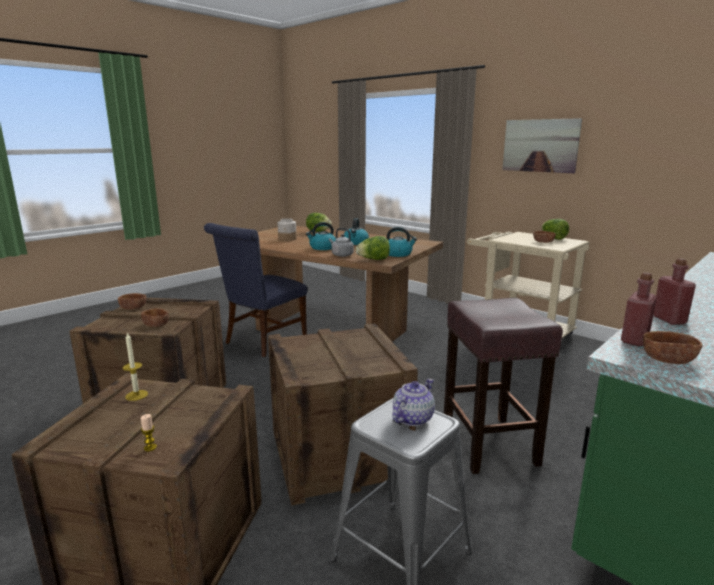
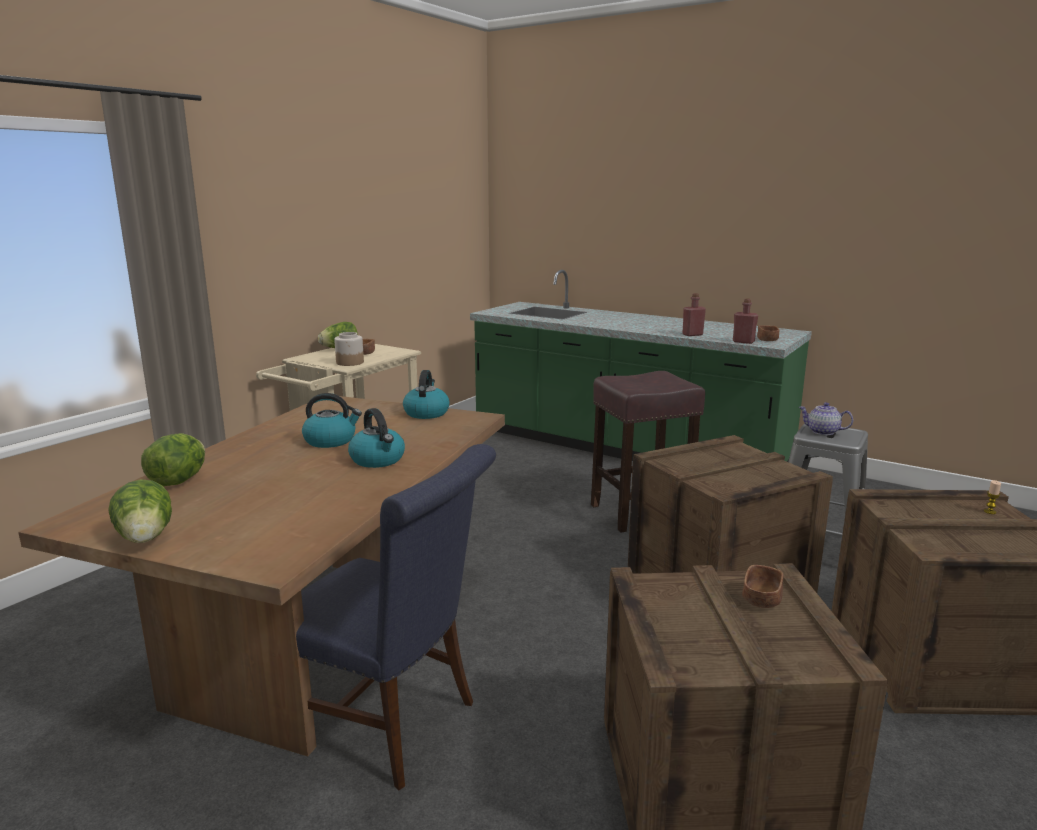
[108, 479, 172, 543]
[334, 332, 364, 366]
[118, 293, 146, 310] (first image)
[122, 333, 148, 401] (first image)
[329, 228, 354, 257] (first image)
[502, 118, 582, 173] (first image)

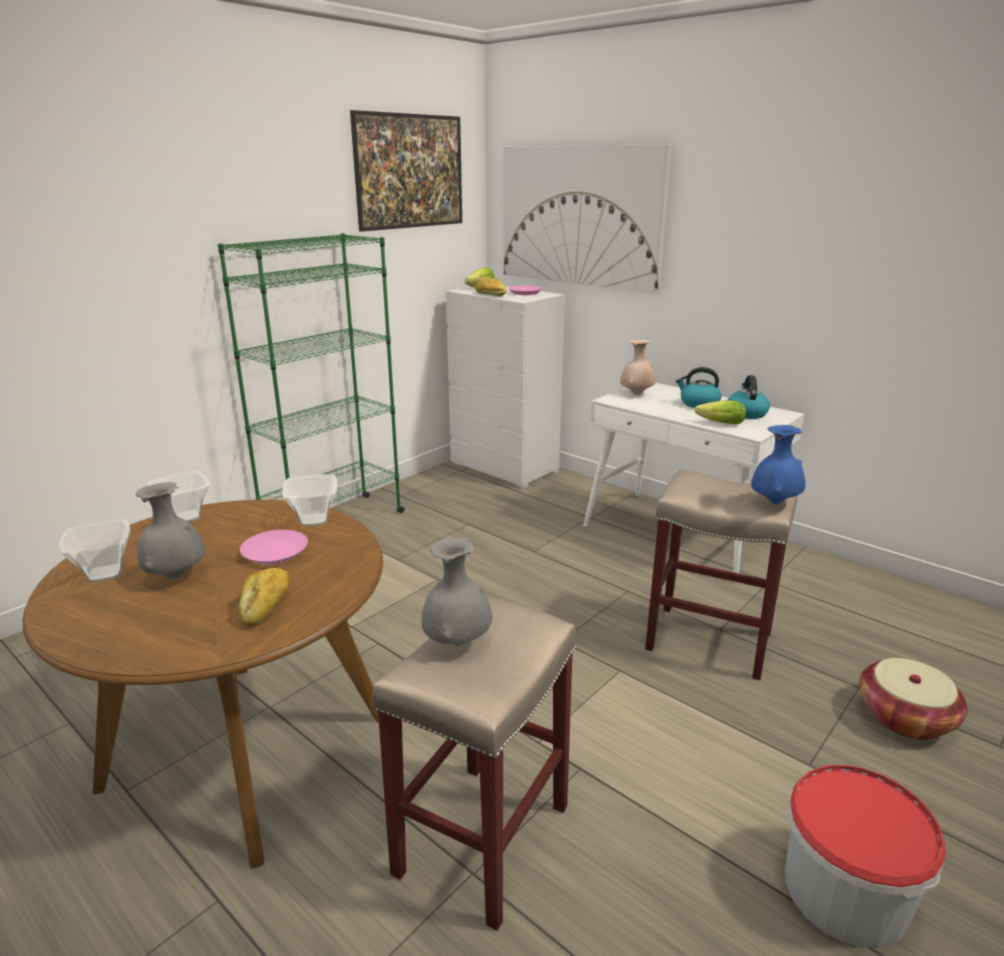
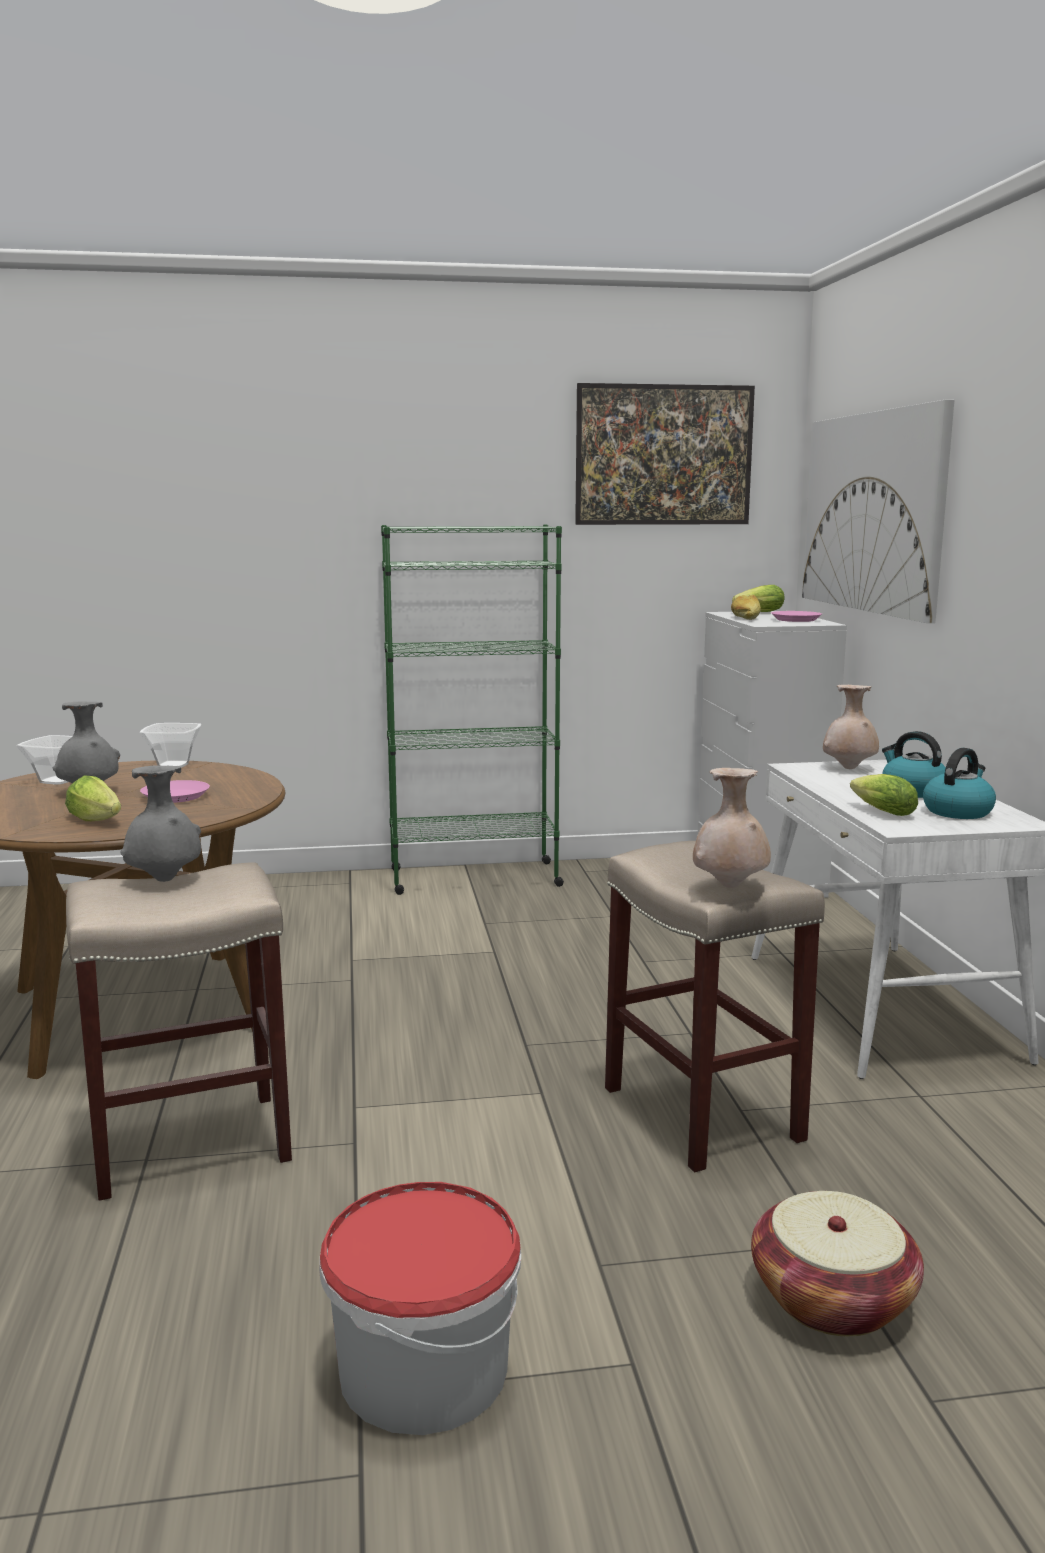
[65, 775, 121, 821]
[693, 768, 771, 888]
[282, 474, 337, 527] (first image)

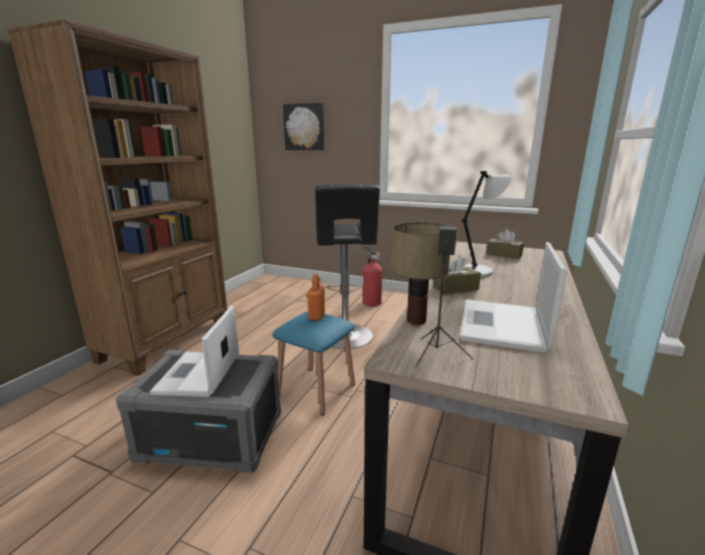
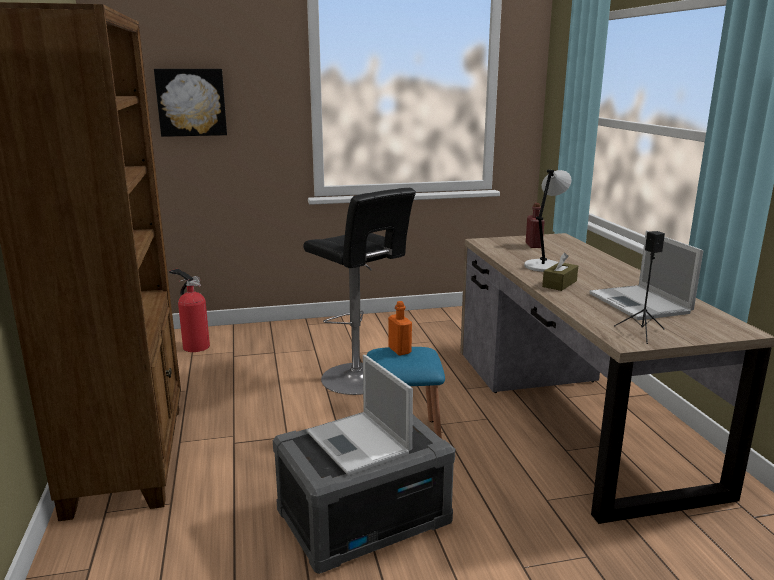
[169, 269, 210, 352]
[526, 203, 545, 248]
[391, 222, 450, 325] (first image)

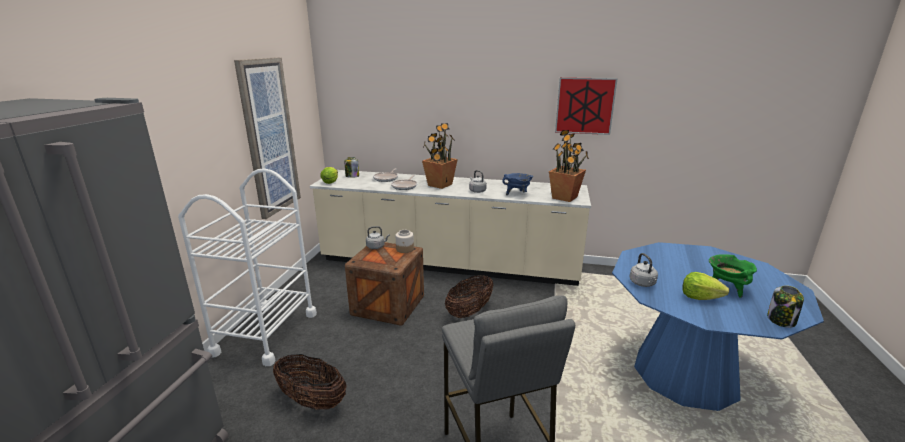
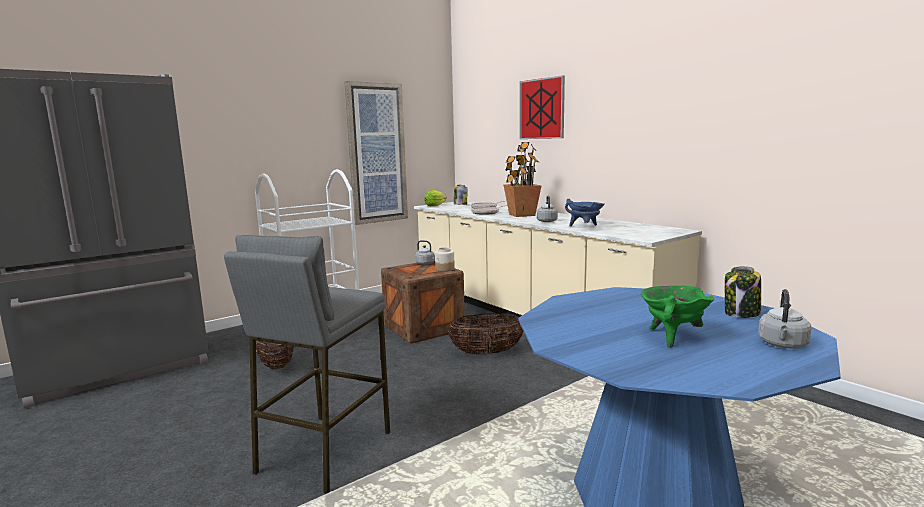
[519, 75, 565, 139]
[725, 266, 761, 318]
[758, 289, 812, 348]
[549, 130, 589, 202] (first image)
[682, 272, 729, 300] (first image)

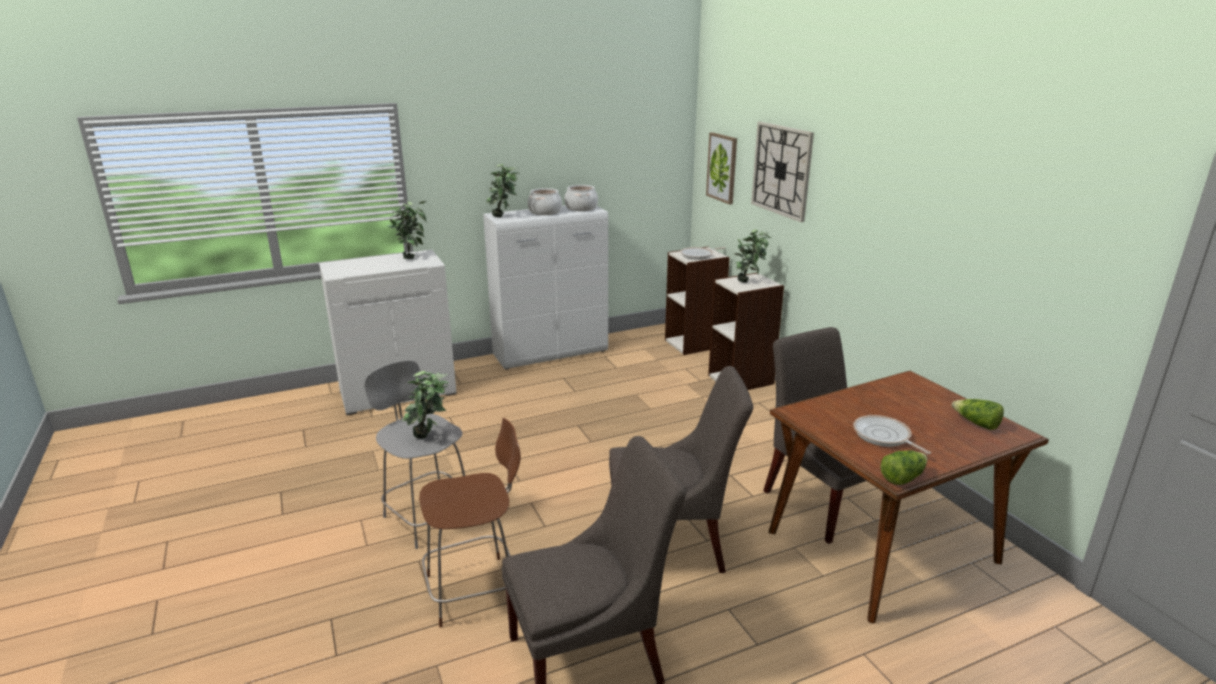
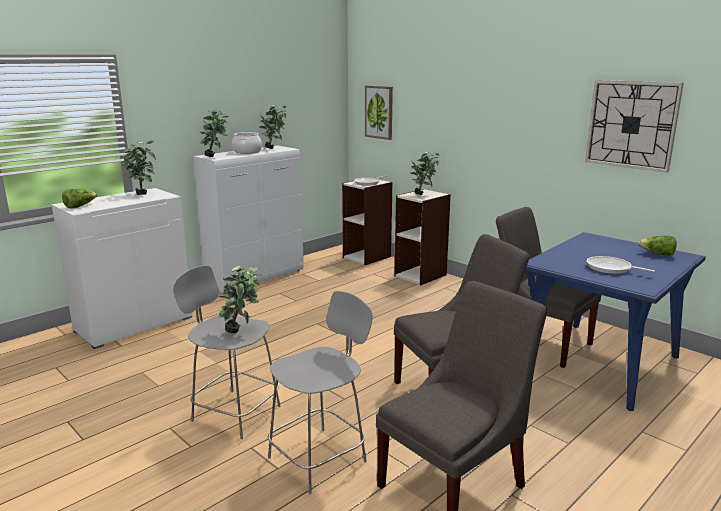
[62, 189, 97, 209]
[259, 104, 287, 149]
[268, 291, 373, 494]
[525, 232, 706, 411]
[585, 80, 684, 173]

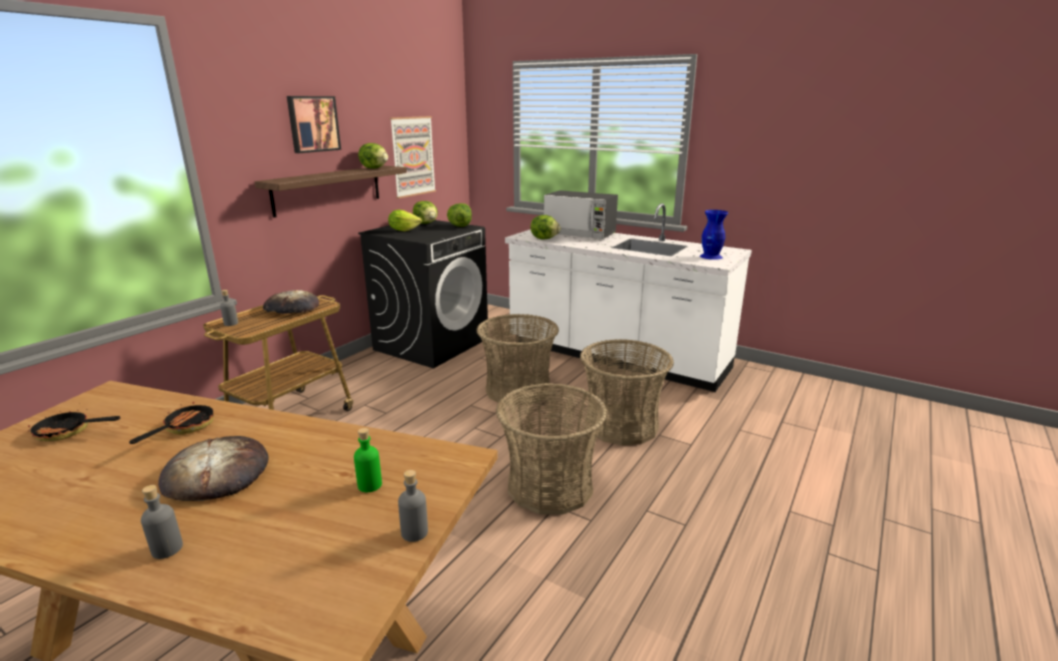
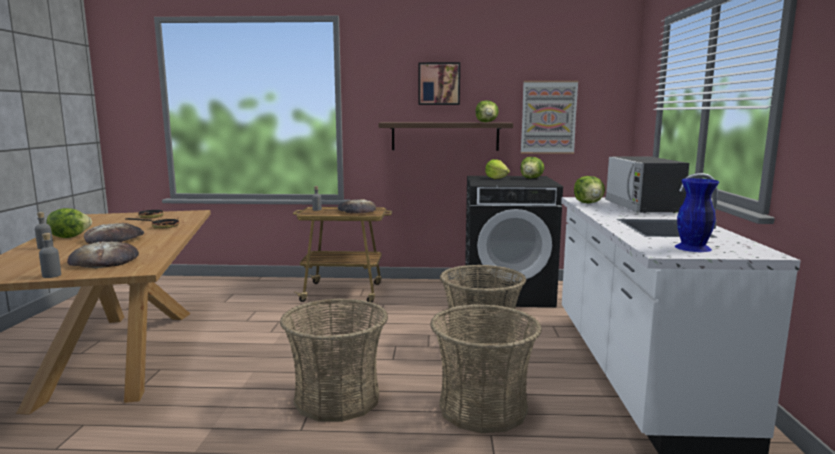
[47, 208, 92, 238]
[67, 241, 139, 268]

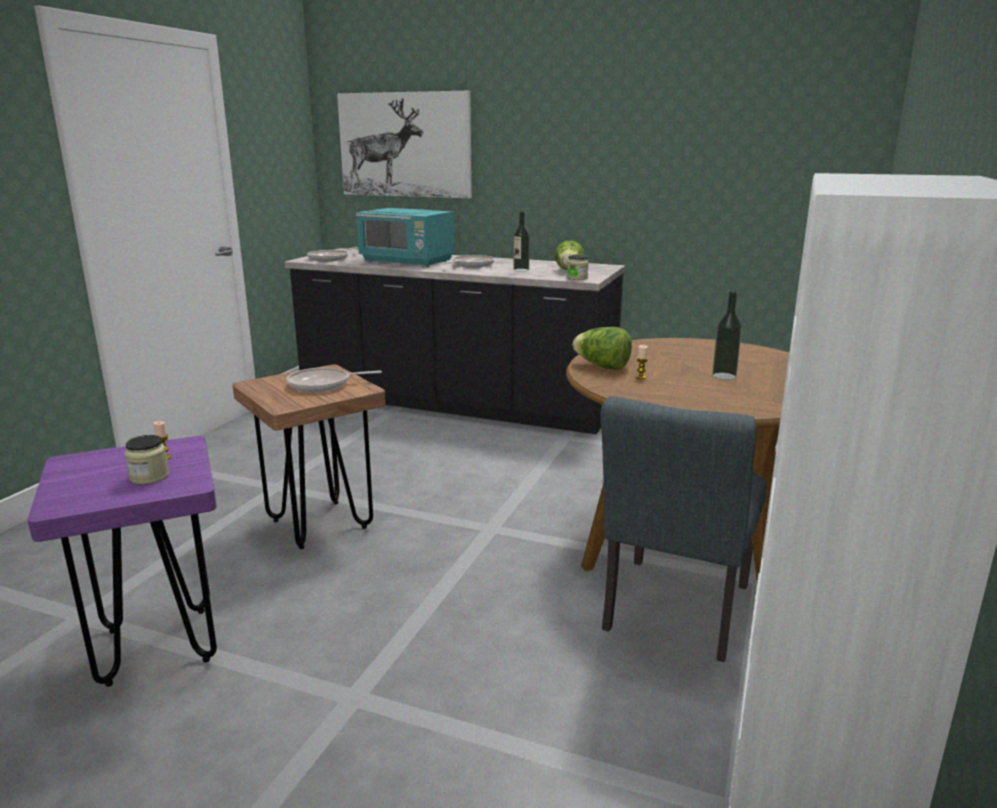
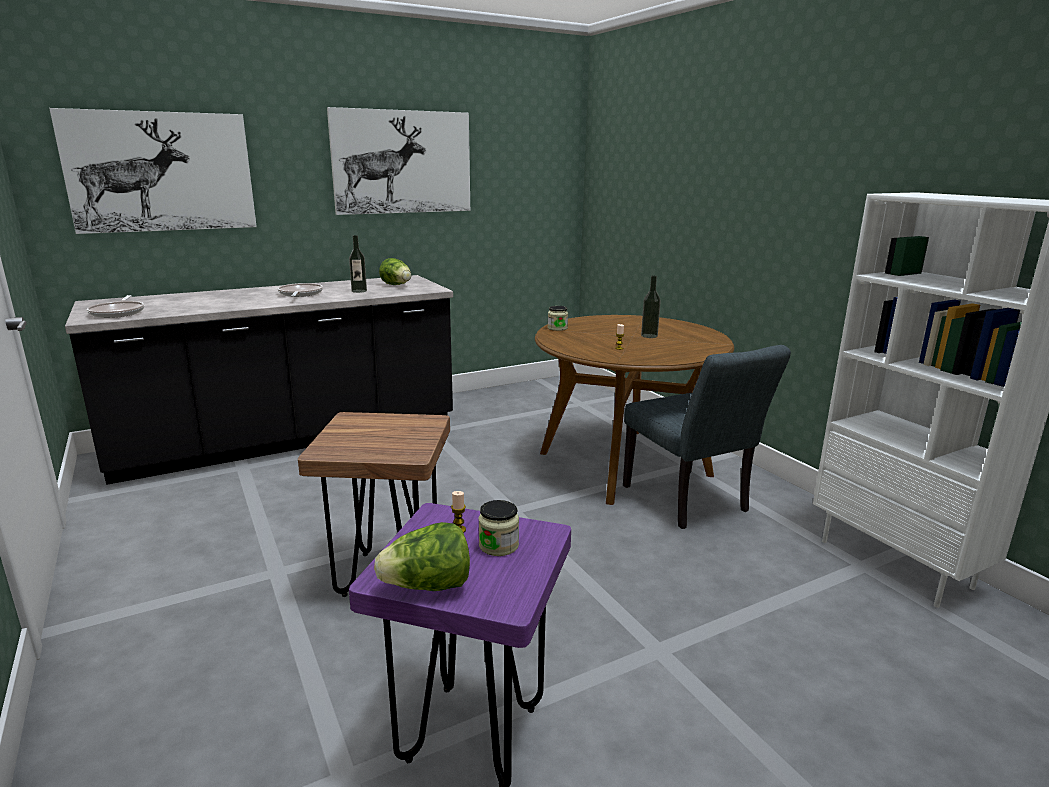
[327, 107, 470, 215]
[374, 522, 470, 591]
[548, 306, 568, 331]
[287, 367, 382, 392] (first image)
[355, 208, 454, 267] (first image)

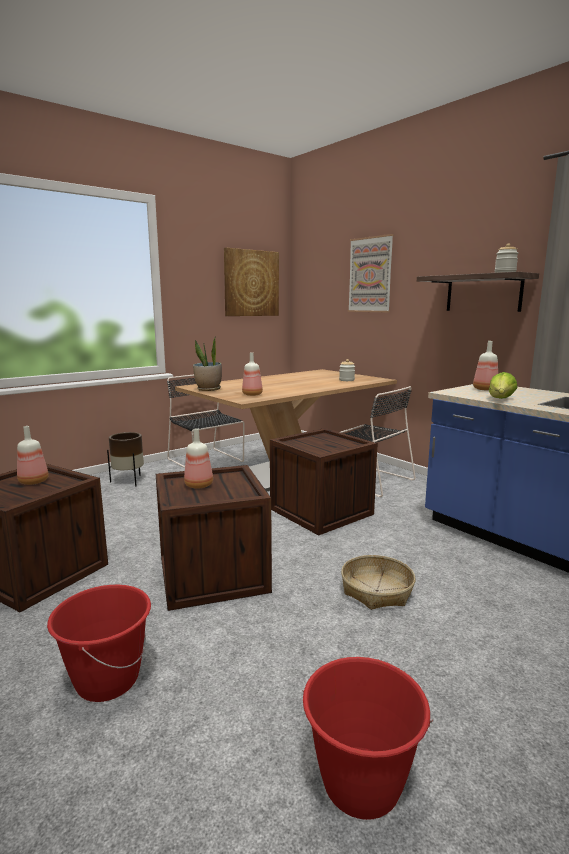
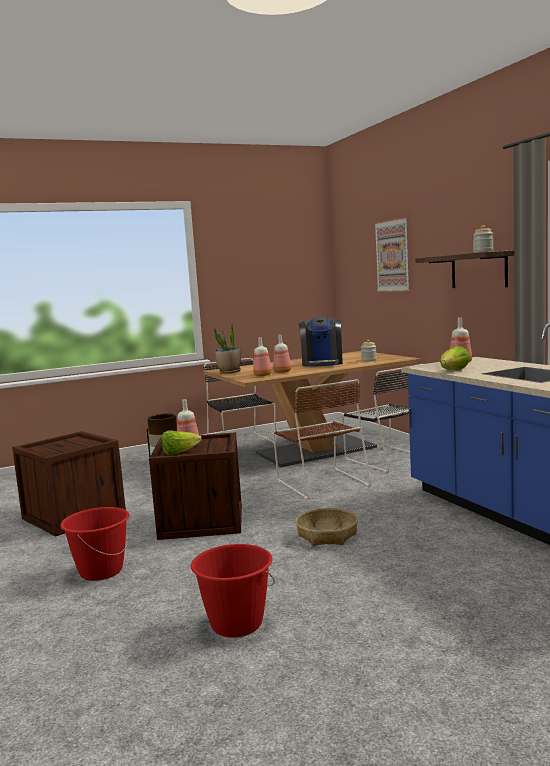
[161, 430, 202, 455]
[273, 335, 292, 373]
[273, 379, 371, 499]
[299, 317, 343, 367]
[224, 248, 279, 316] (first image)

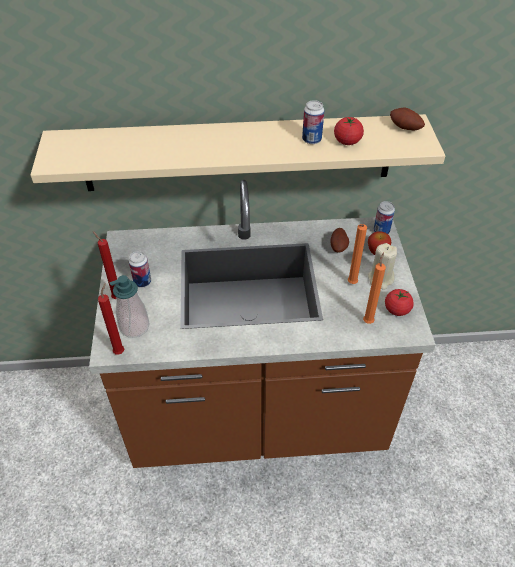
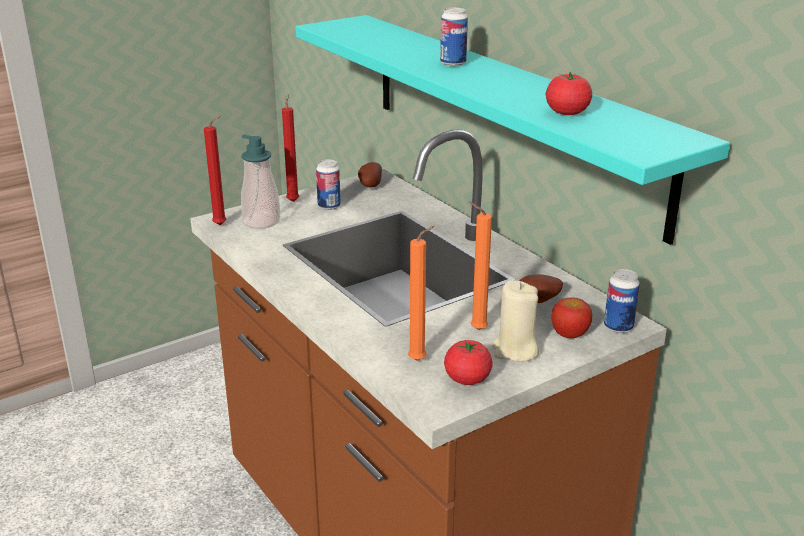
[296, 15, 730, 245]
[358, 162, 382, 187]
[440, 8, 468, 66]

